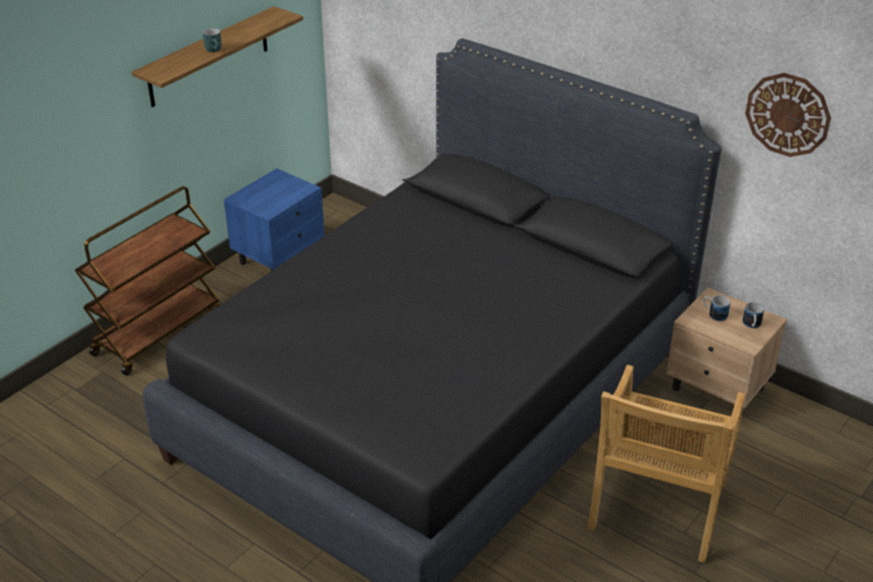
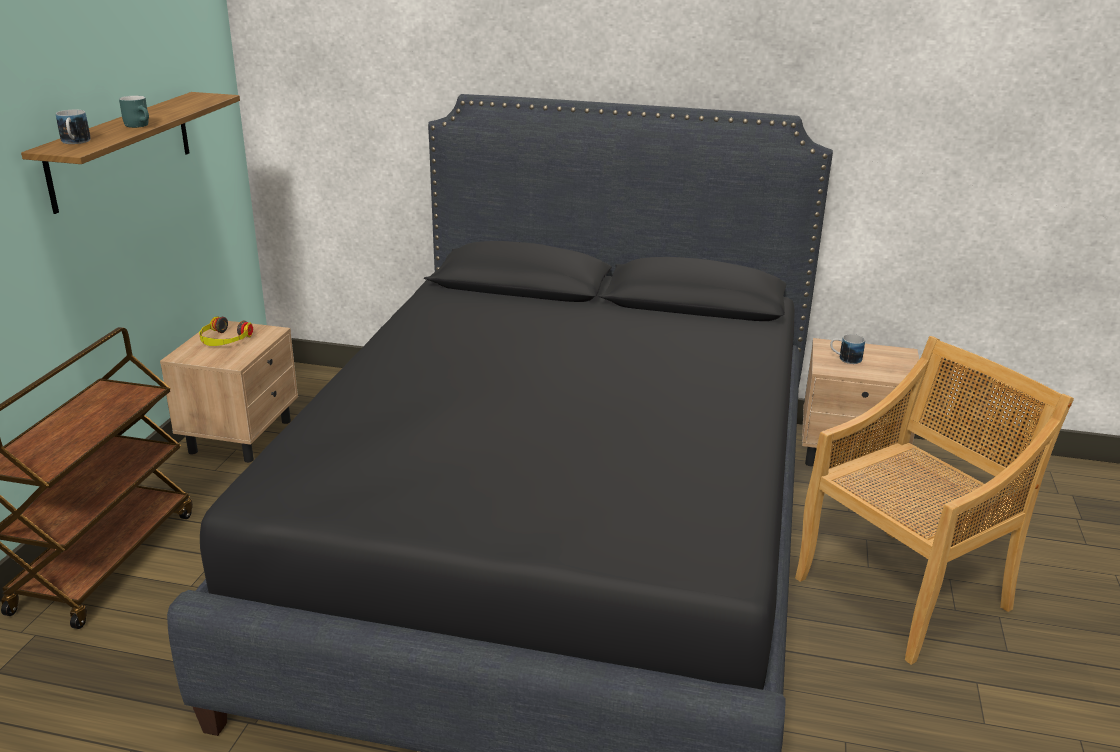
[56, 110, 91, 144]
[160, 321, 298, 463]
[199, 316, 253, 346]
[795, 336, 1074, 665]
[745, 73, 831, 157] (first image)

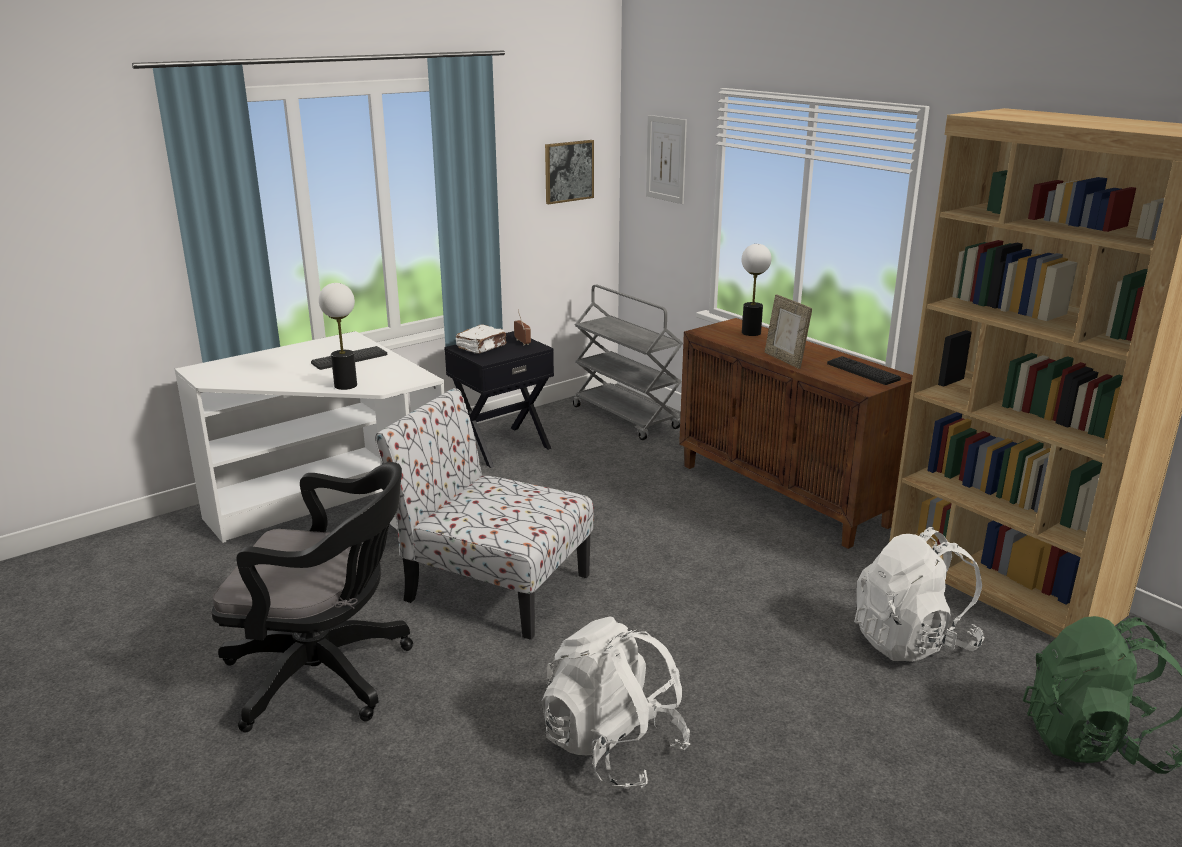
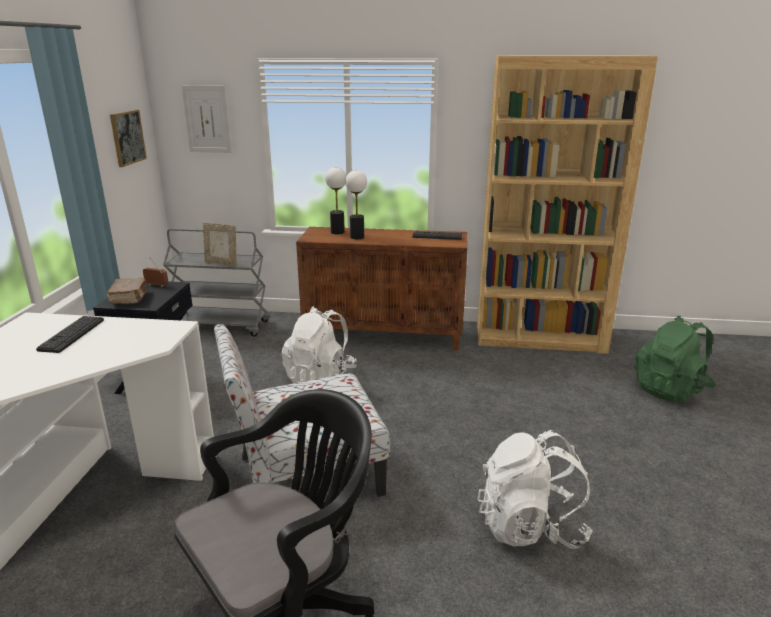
[107, 278, 148, 304]
[203, 223, 237, 266]
[282, 306, 358, 384]
[345, 170, 367, 239]

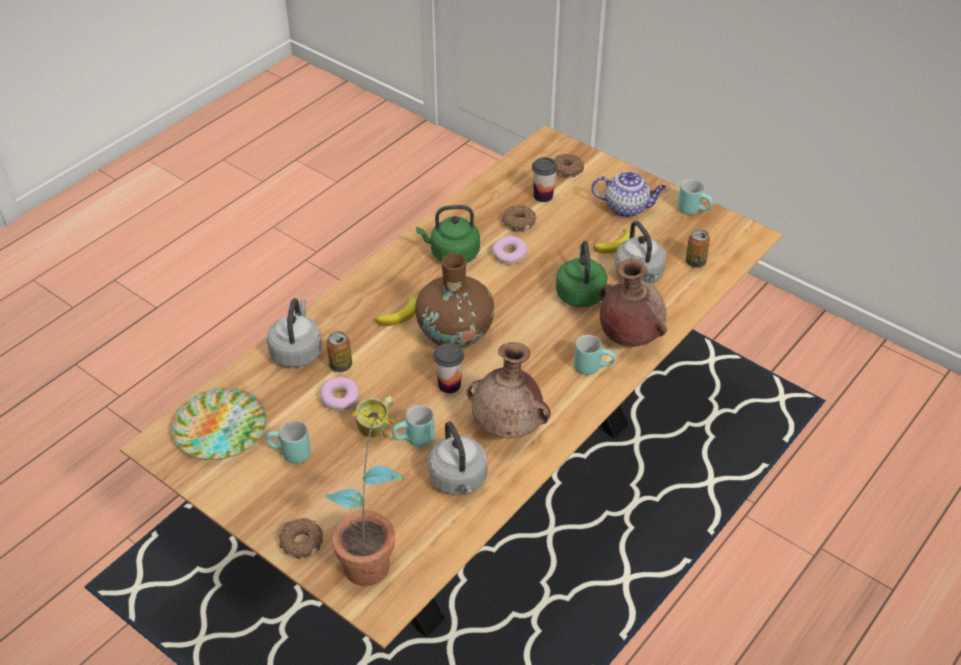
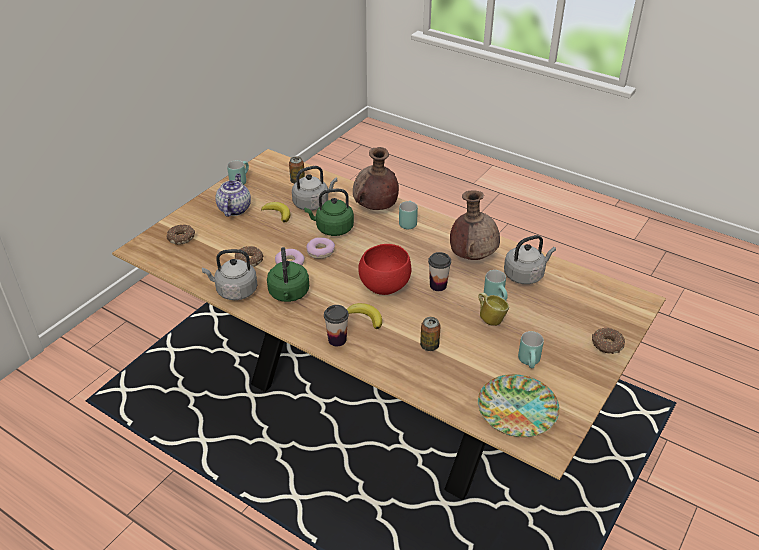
[202, 249, 257, 300]
[306, 237, 335, 259]
[324, 305, 349, 346]
[358, 244, 411, 295]
[325, 410, 405, 586] (first image)

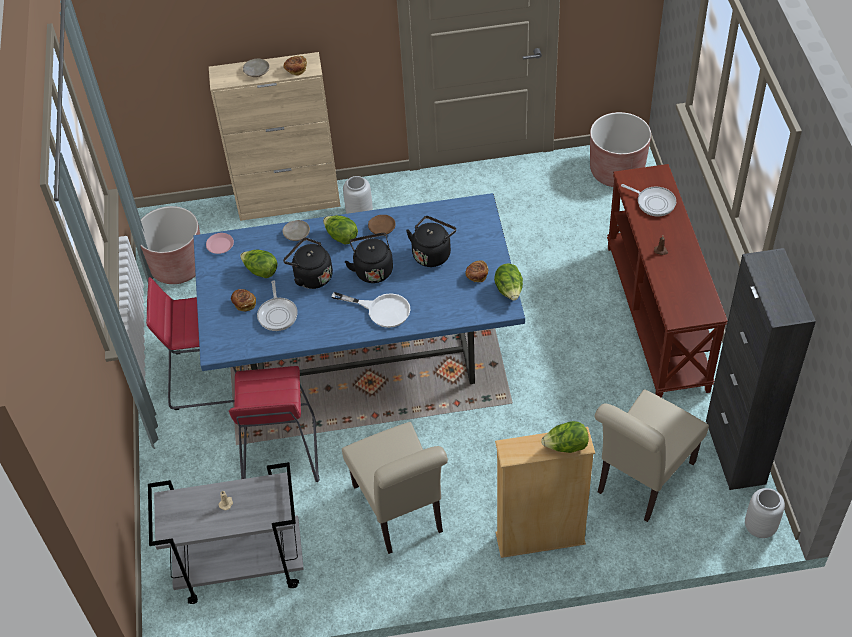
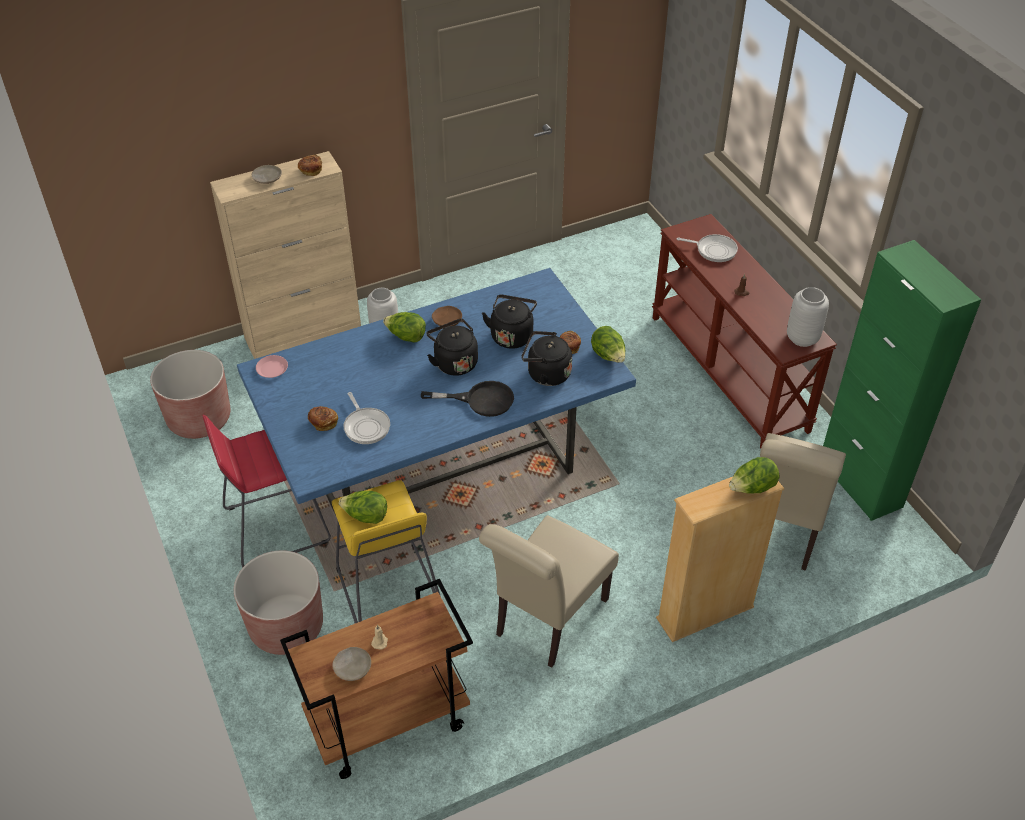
[234, 550, 323, 655]
[280, 579, 473, 779]
[332, 480, 440, 623]
[332, 647, 371, 681]
[339, 491, 387, 524]
[421, 381, 514, 417]
[479, 515, 619, 668]
[521, 331, 572, 386]
[787, 287, 829, 347]
[823, 240, 981, 521]

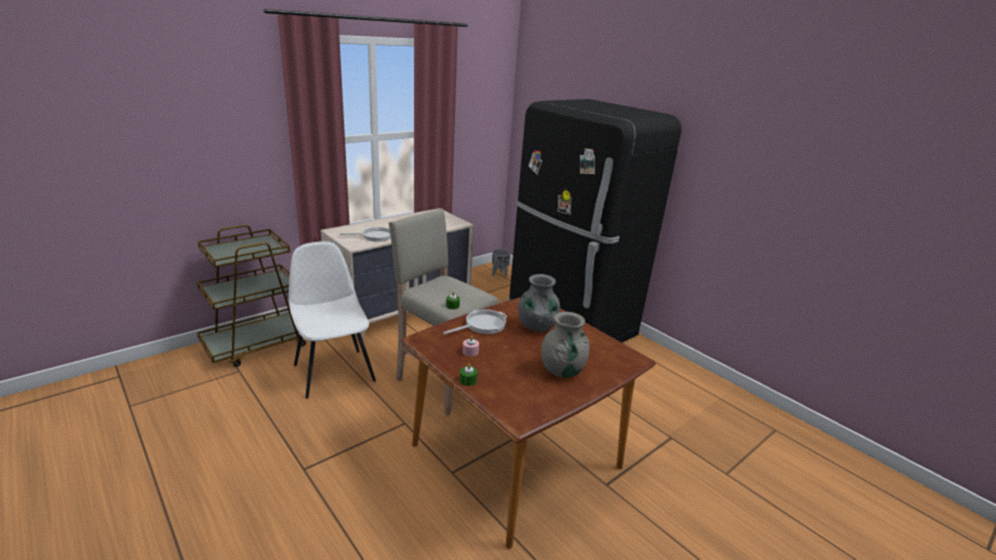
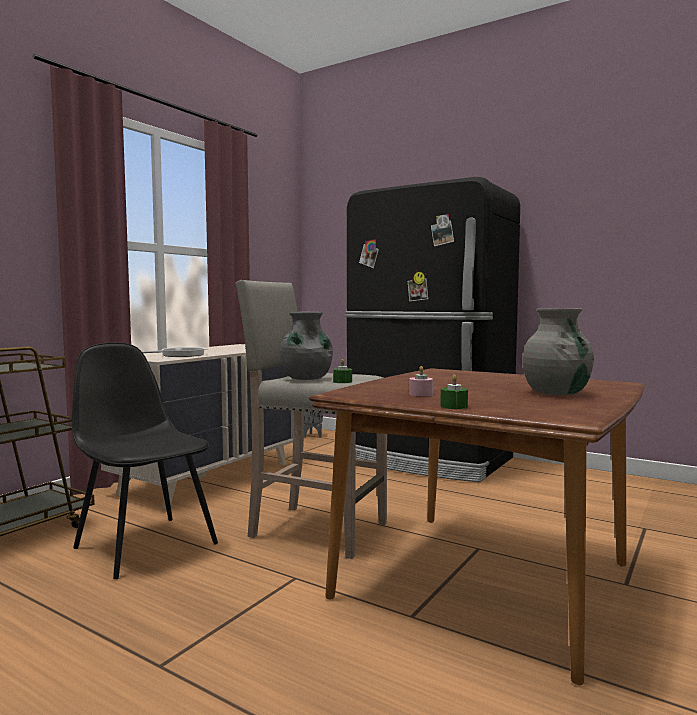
[72, 342, 218, 579]
[280, 311, 333, 380]
[443, 309, 507, 334] (first image)

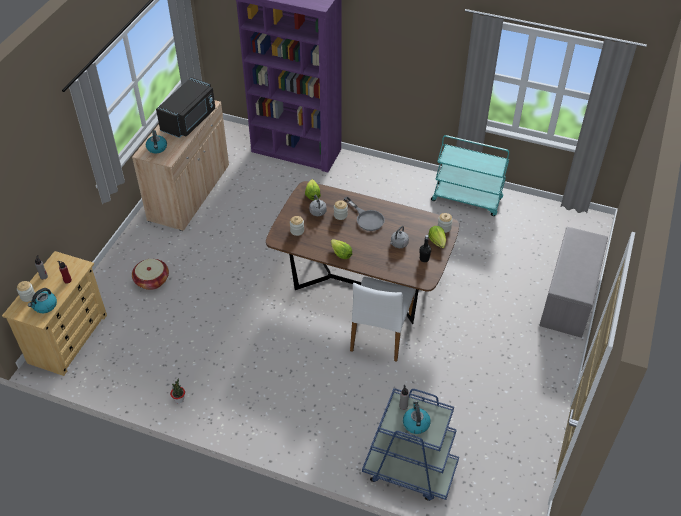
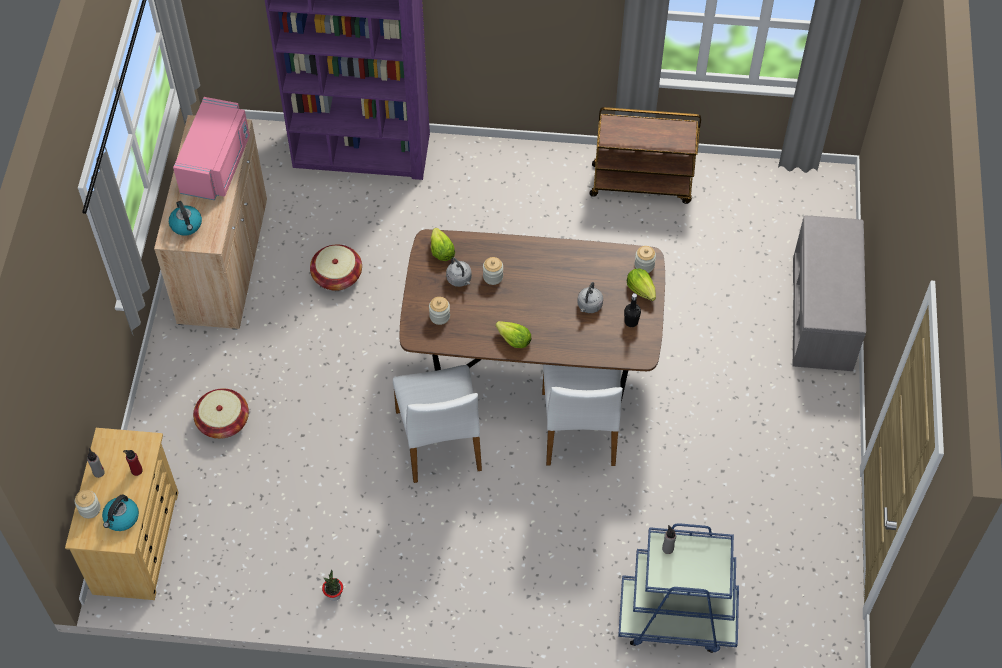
[173, 97, 250, 200]
[310, 245, 362, 291]
[393, 365, 482, 483]
[590, 107, 701, 204]
[344, 197, 385, 231] (first image)
[403, 400, 431, 434] (first image)

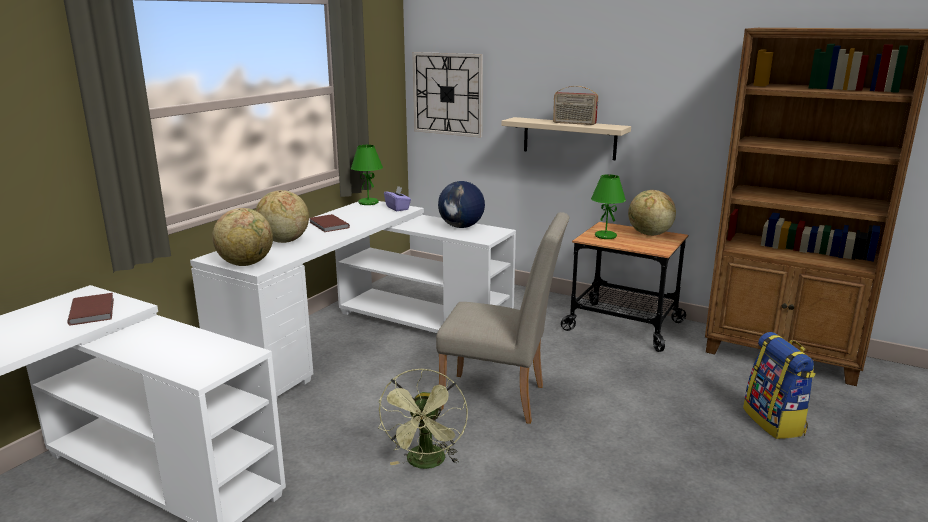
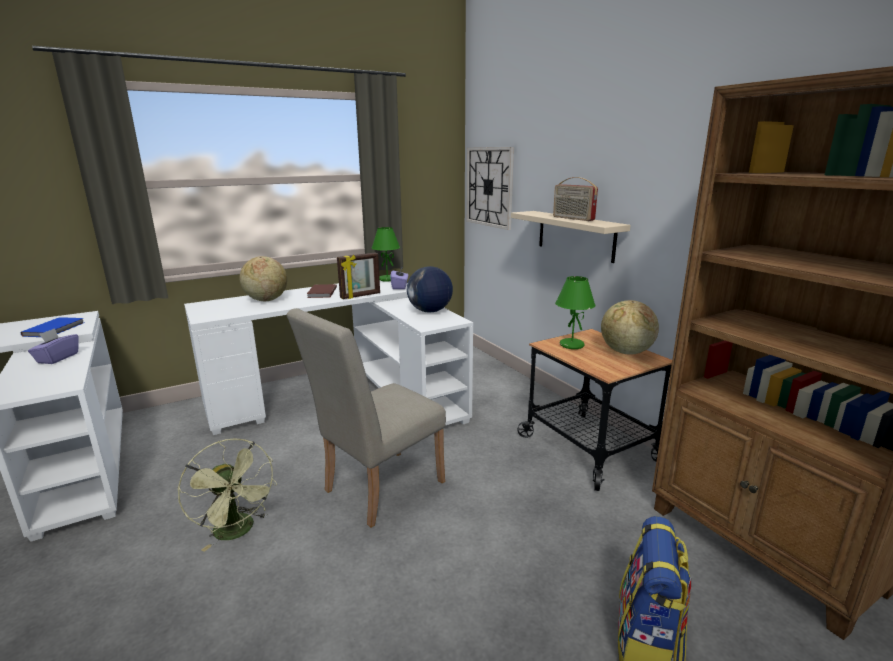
[21, 317, 83, 337]
[28, 328, 79, 364]
[178, 438, 277, 552]
[287, 308, 446, 527]
[337, 253, 380, 299]
[212, 208, 273, 266] (first image)

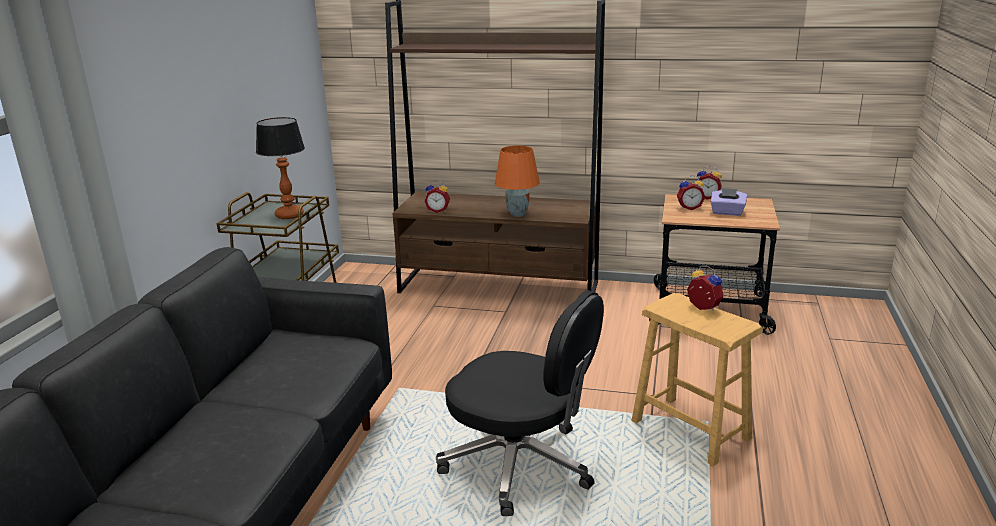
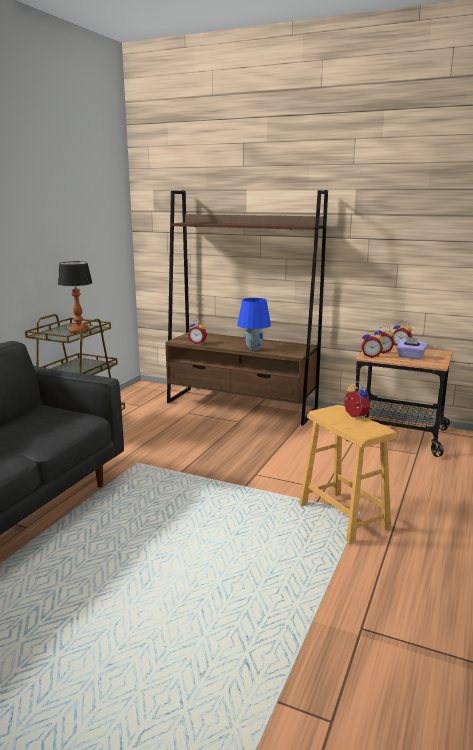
[237, 298, 271, 351]
[361, 330, 383, 358]
[436, 290, 604, 516] (first image)

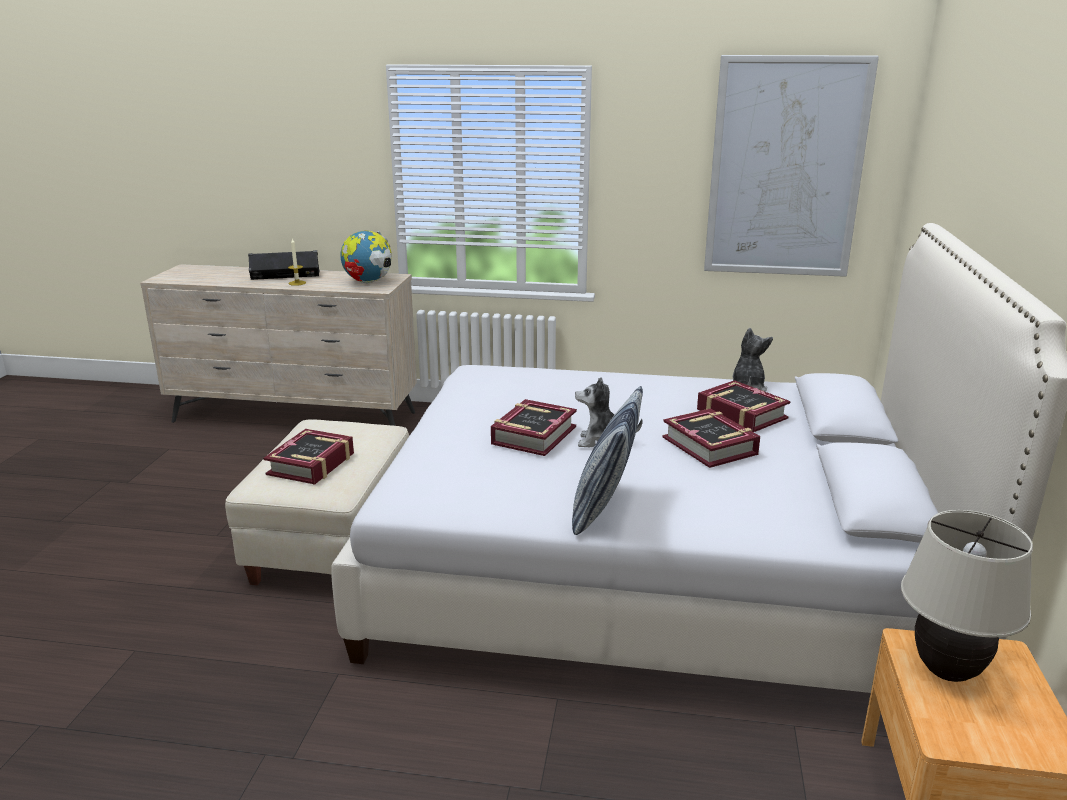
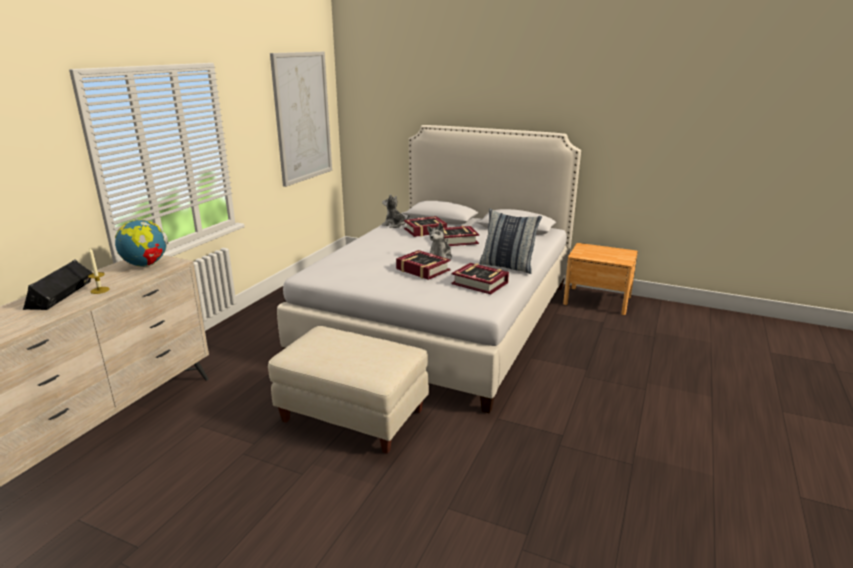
[451, 263, 509, 294]
[901, 510, 1033, 682] (first image)

